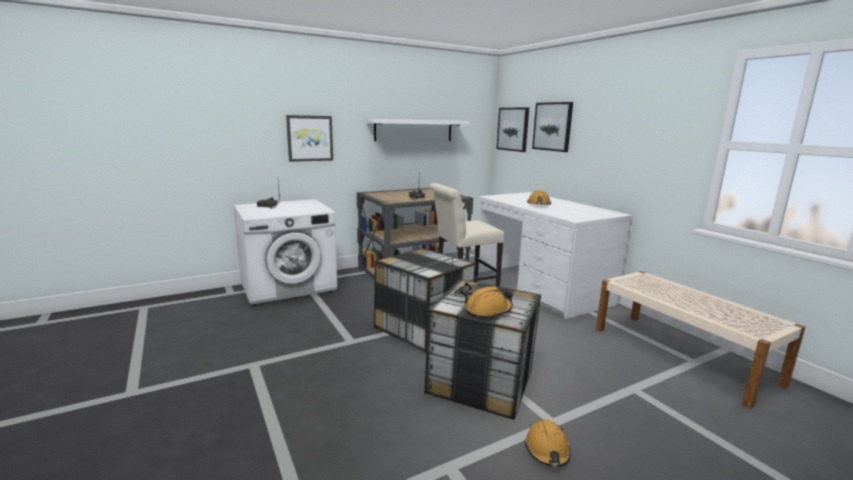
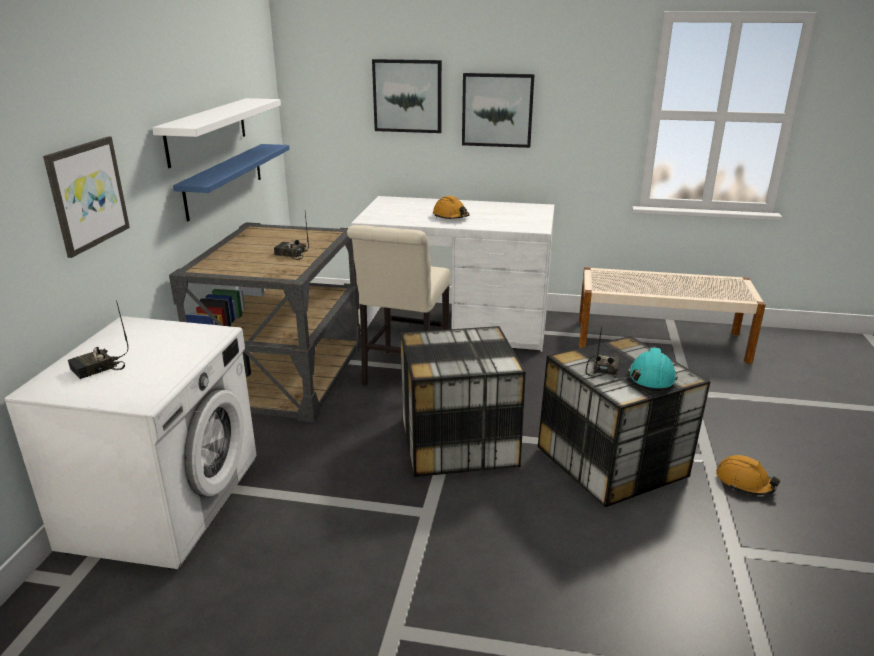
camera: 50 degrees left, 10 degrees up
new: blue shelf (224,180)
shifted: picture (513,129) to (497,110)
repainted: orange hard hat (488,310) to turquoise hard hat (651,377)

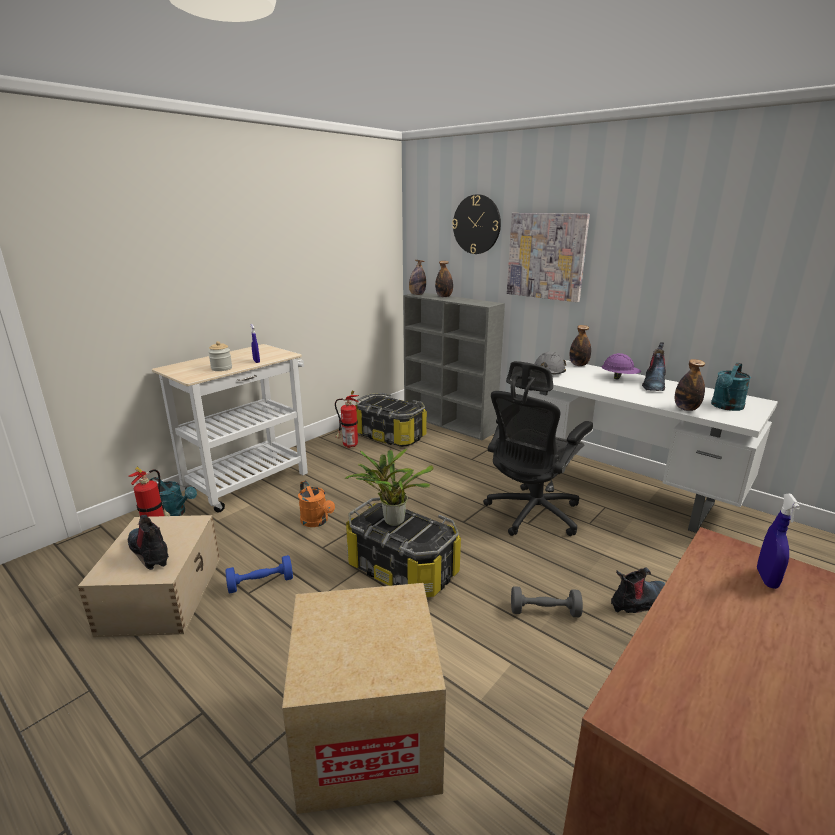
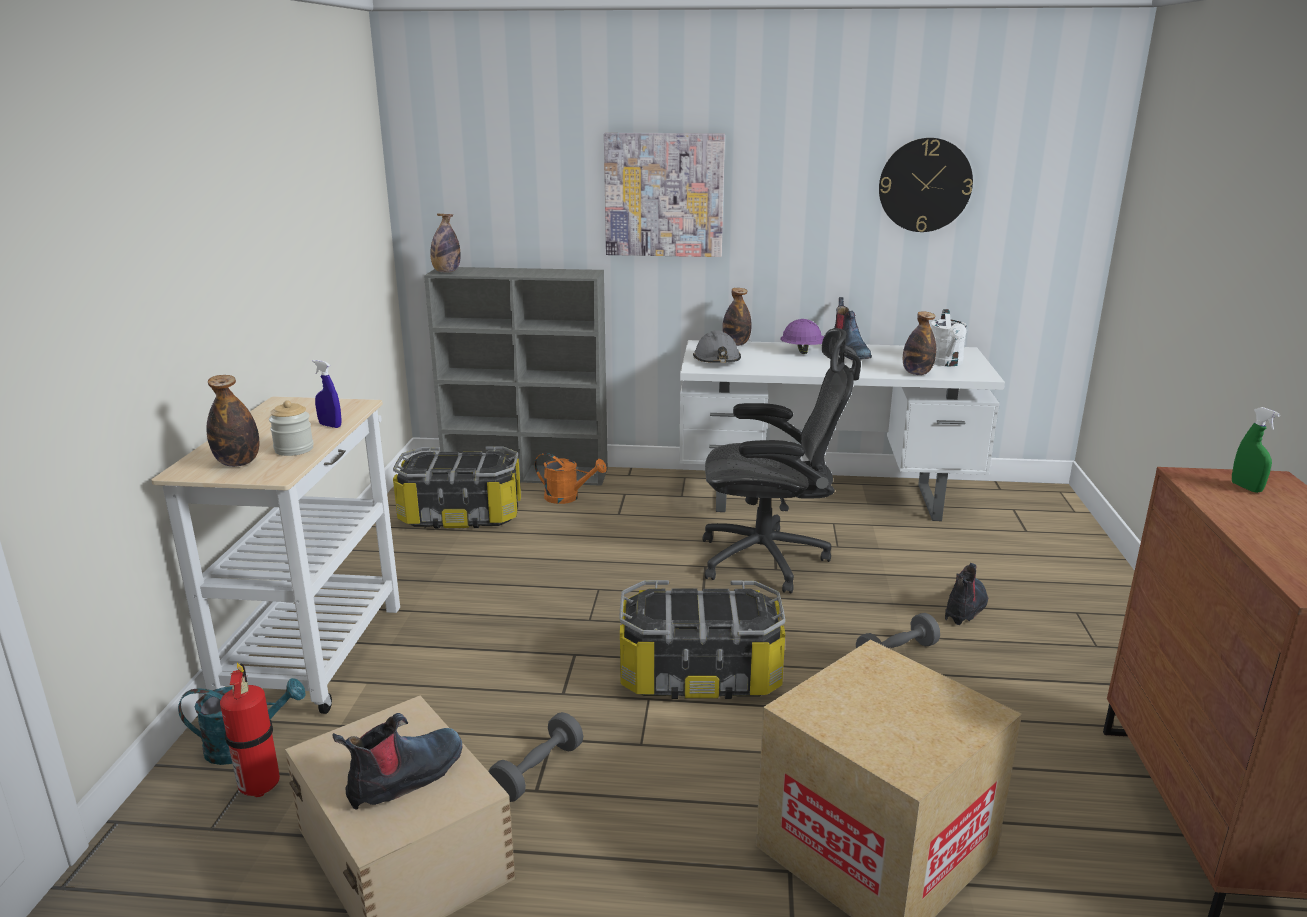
camera: 35 degrees left, 0 degrees up
gone: fire extinguisher (348,445); potted plant (391,520)
shifted: orange watering can (317,522) to (568,497); bottle (444,296) to (238,463); wall clock (476,224) to (925,185)
repainted: blue dumbbell (261,583) to grey dumbbell (538,771); turquoise watering can (726,407) to white watering can (946,363); blue spray bottle (766,578) to green spray bottle (1246,488)
rotated: boot (150,552) = (406,778) 120 degrees clockwise; office chair (531,516) = (769,559) 90 degrees counterclockwise

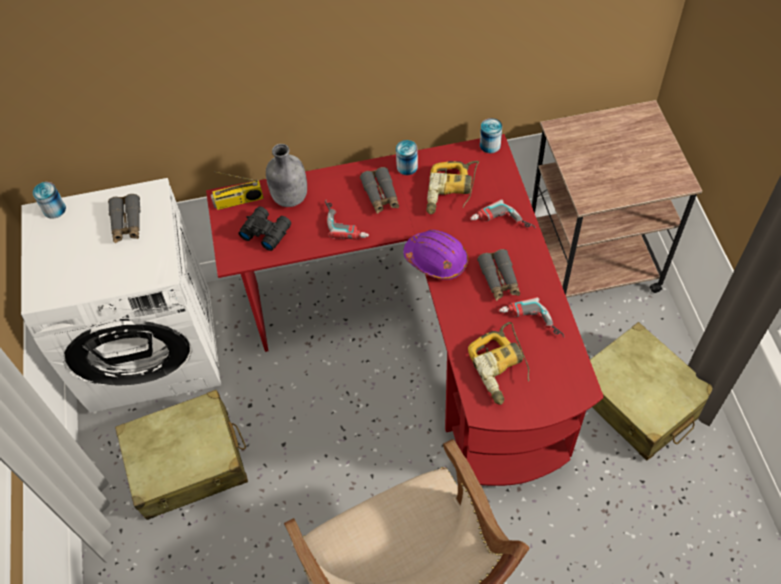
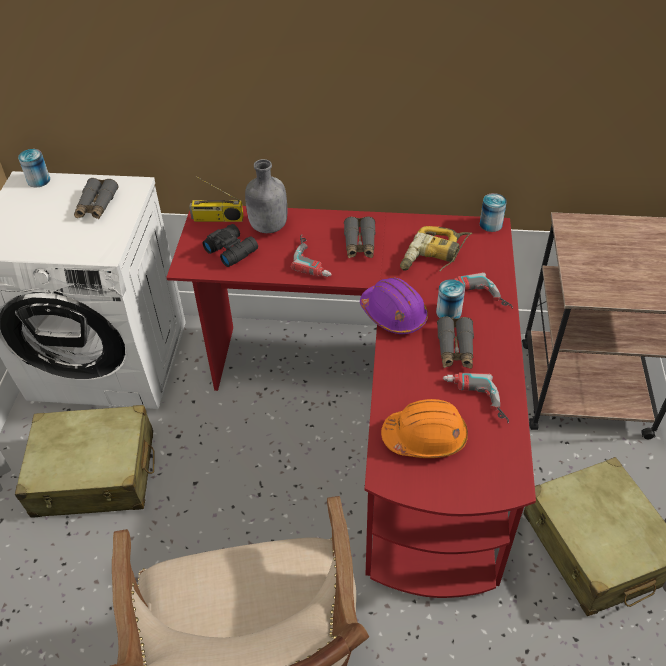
camera: 15 degrees right, 10 degrees down
shifted: can (407,167) to (448,312)
swapped: power drill (501,368) to orange hard hat (425,437)

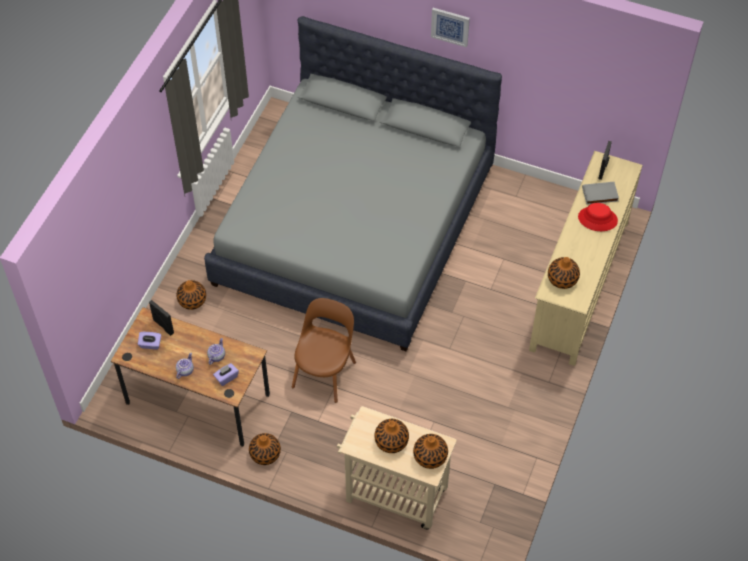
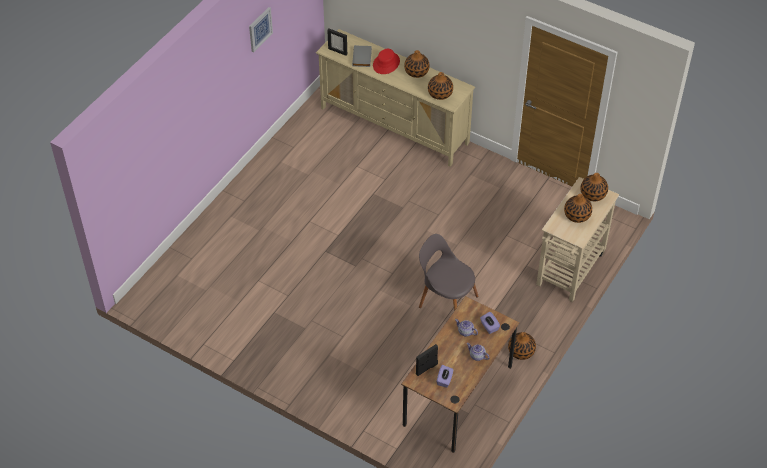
camera: 80 degrees left, 5 degrees down
gone: grey bed (354,225)
shifted: vase (192,300) to (416,72); picture (450,26) to (260,29)
repainted: brown chair (325,372) to grey chair (446,300)

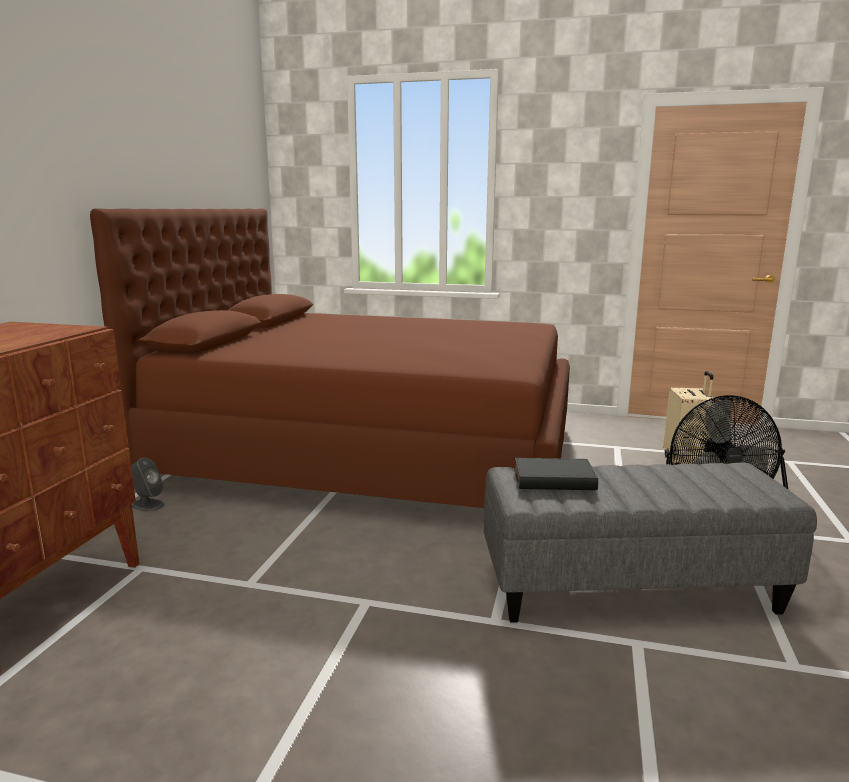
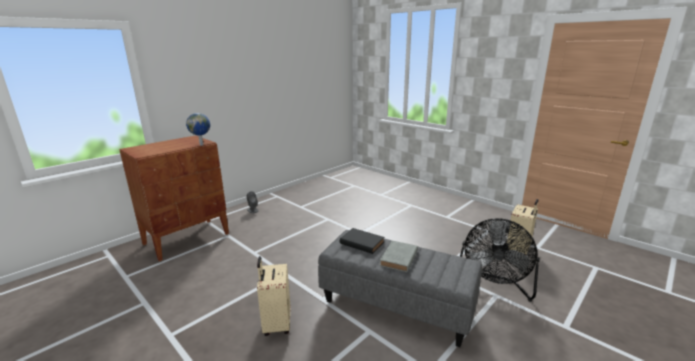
camera: 30 degrees right, 5 degrees up
gone: brown bed (372,452)
new: globe (202,145); beige suitcase (276,324); grey book (398,259)

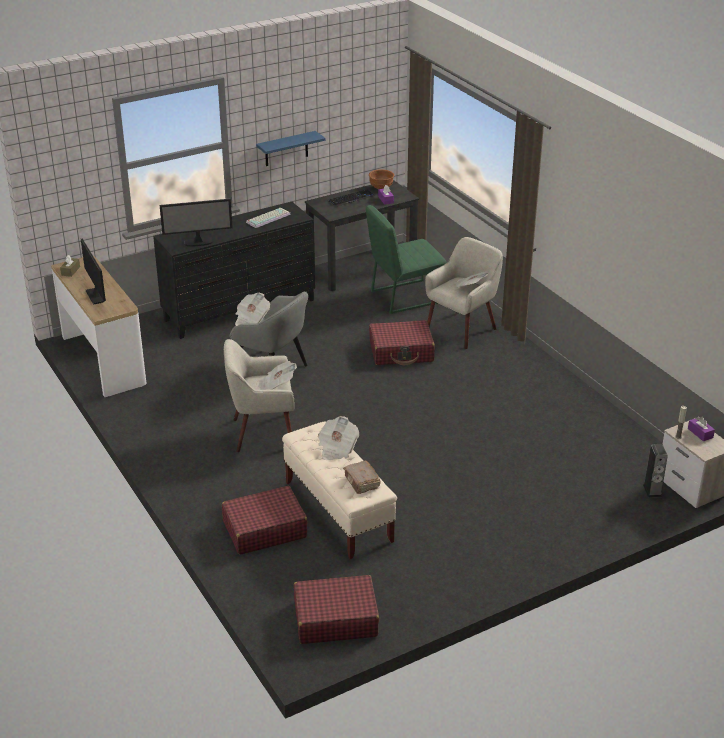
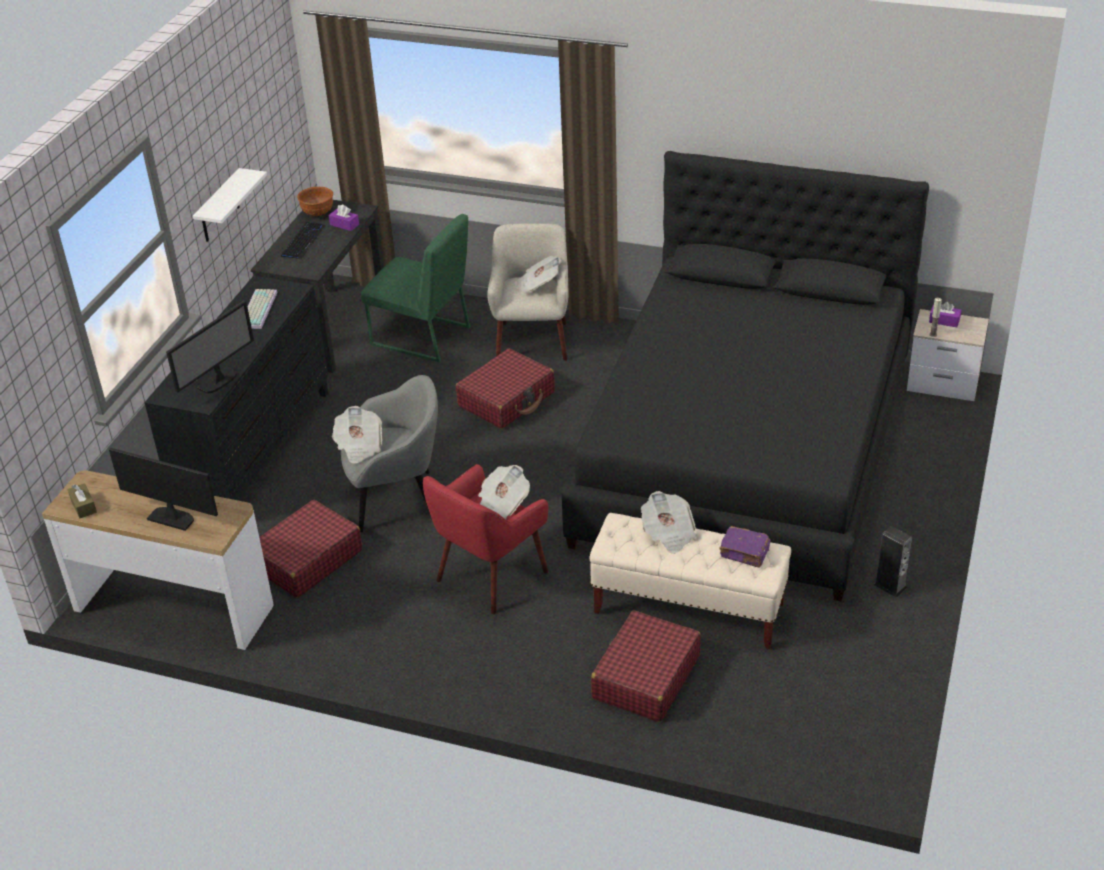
camera: 40 degrees left, 5 degrees up
new: black bed (746,450)
shifted: red suitcase (335,619) to (307,560); speaker (652,490) to (890,586)
repainted: beige armchair (262,433) to red armchair (490,575); blue shelf (286,149) to white shelf (219,207); brown book (362,482) to purple book (745,553)
rotated: green chair (404,297) = (423,337) 90 degrees counterclockwise

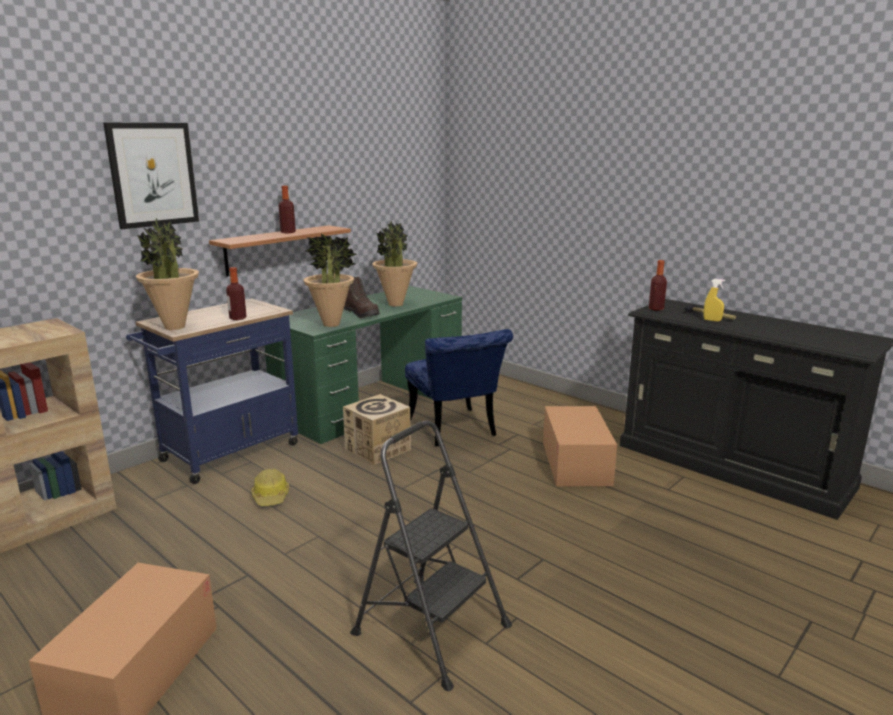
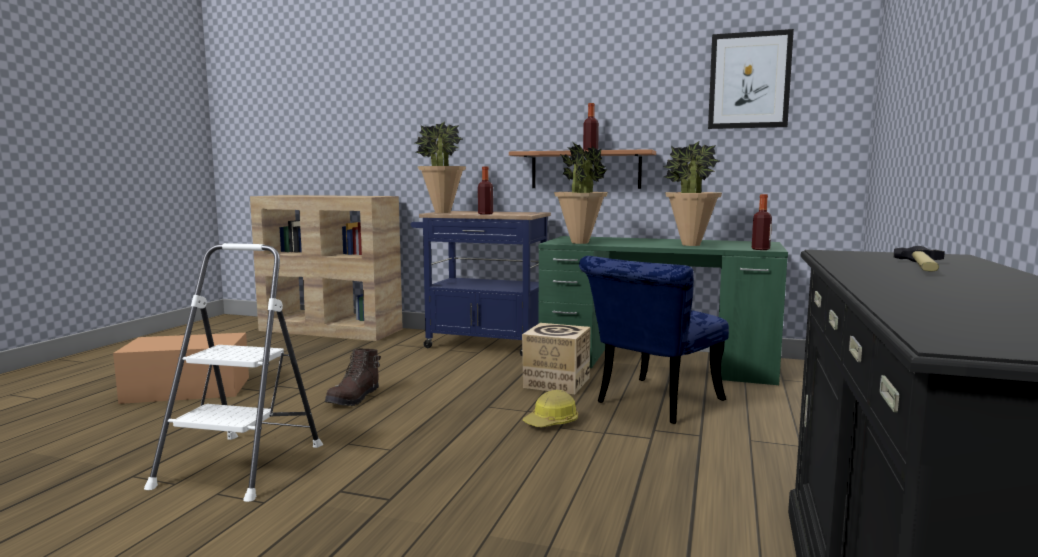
camera: 65 degrees right, 10 degrees down
gone: cardboard box (575,463); yellow spray bottle (712,320)
shifted: picture (153,175) to (749,80); hard hat (271,496) to (552,422); brown boot (361,314) to (354,398); bottle (656,309) to (760,249)
repainted: black step ladder (428,626) to white step ladder (244,462)

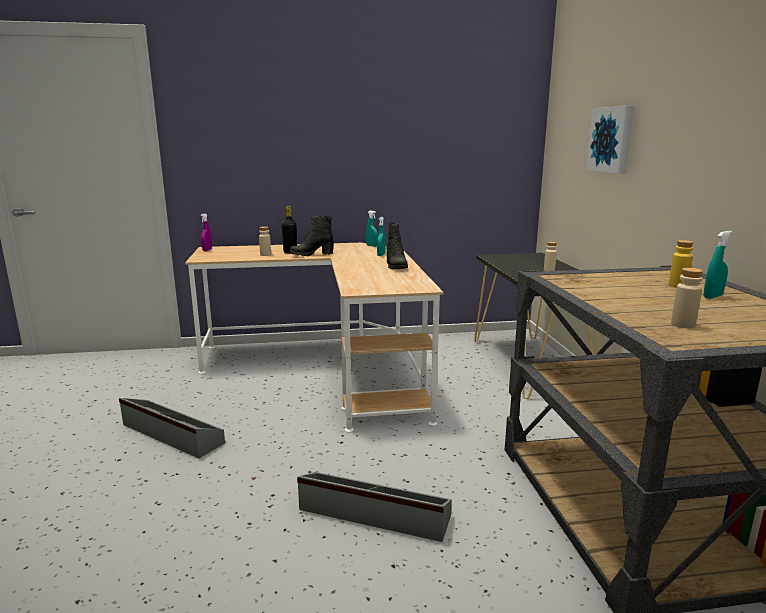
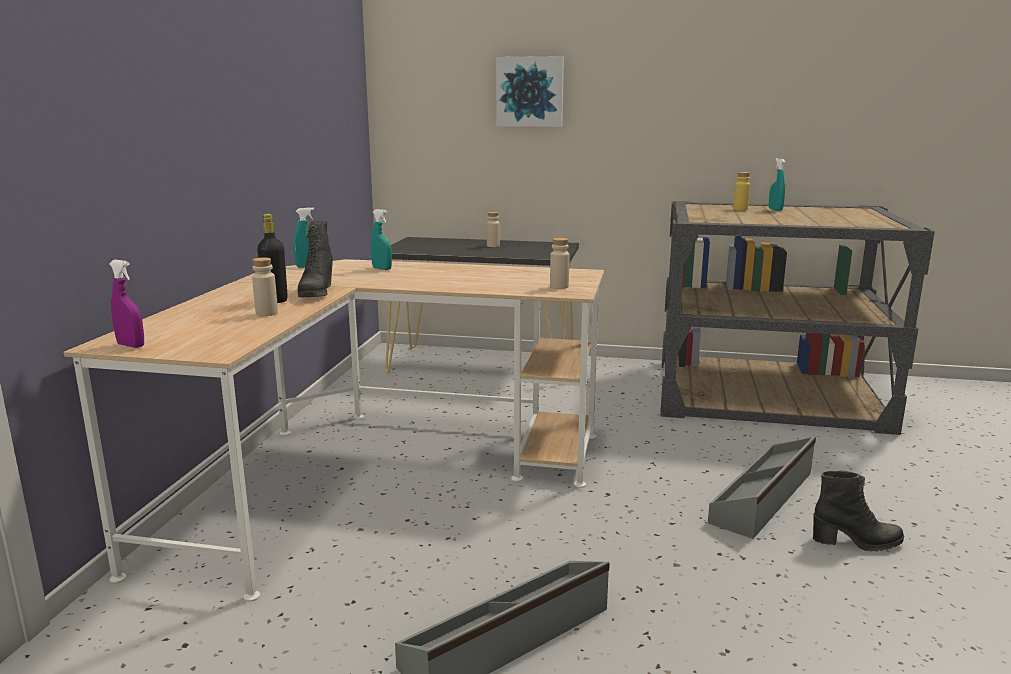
camera: 70 degrees left, 0 degrees up
shifted: black boot (395,266) to (856,542); beige bottle (683,324) to (559,287)

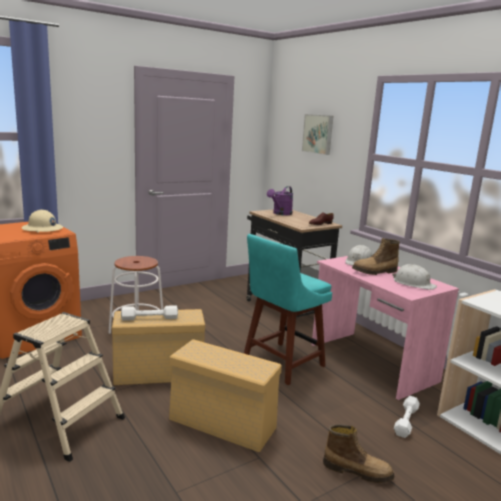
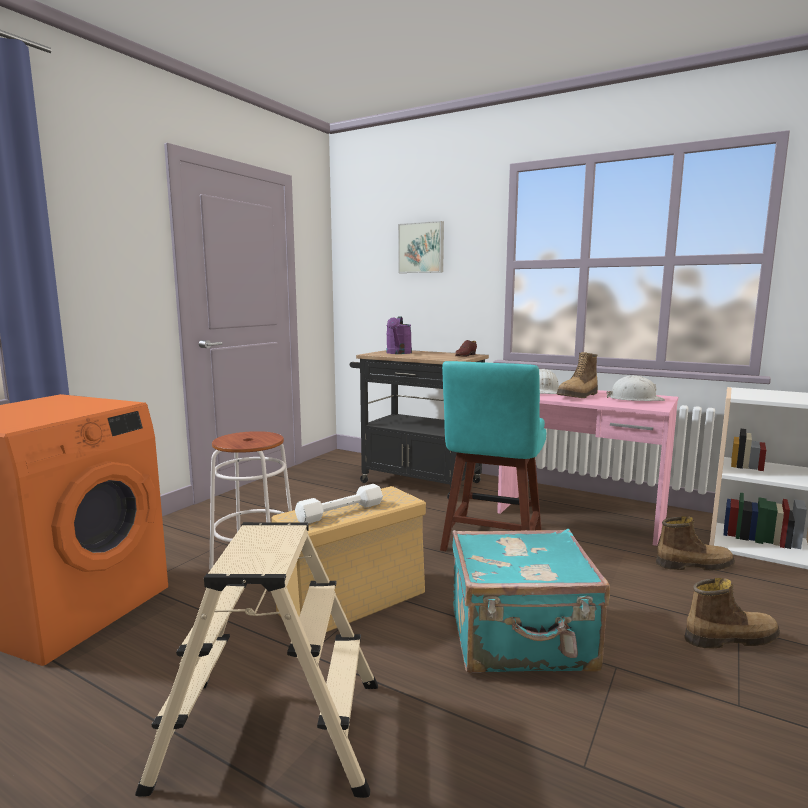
camera: 25 degrees left, 5 degrees down
gone: beige hard hat (42,229)
swapped: beige storage box (224,424) to turquoise suitcase (521,640); white dumbbell (406,421) to boot (693,565)

